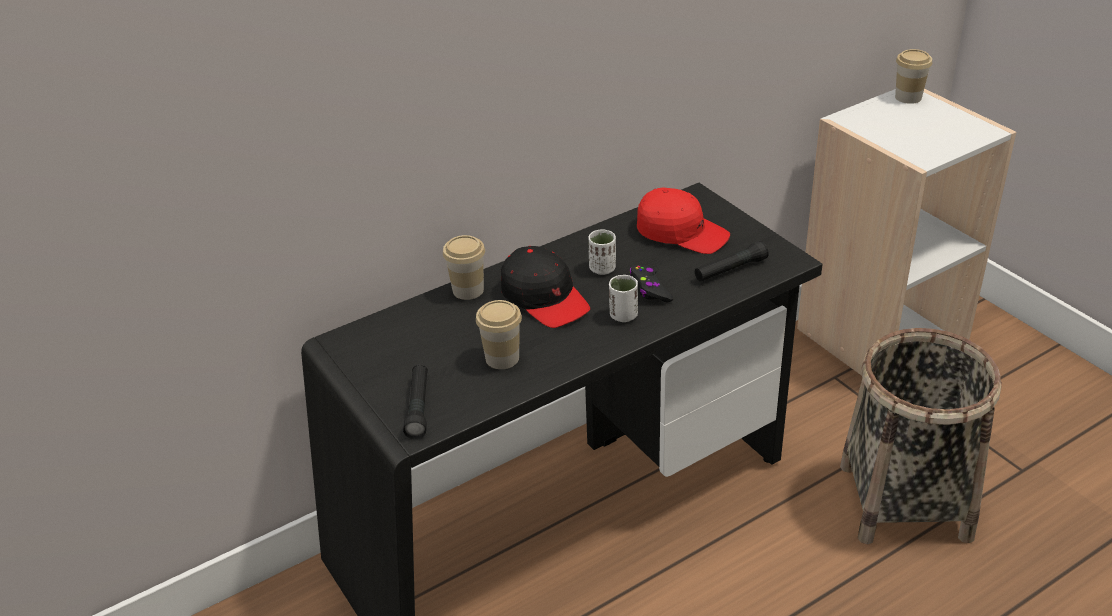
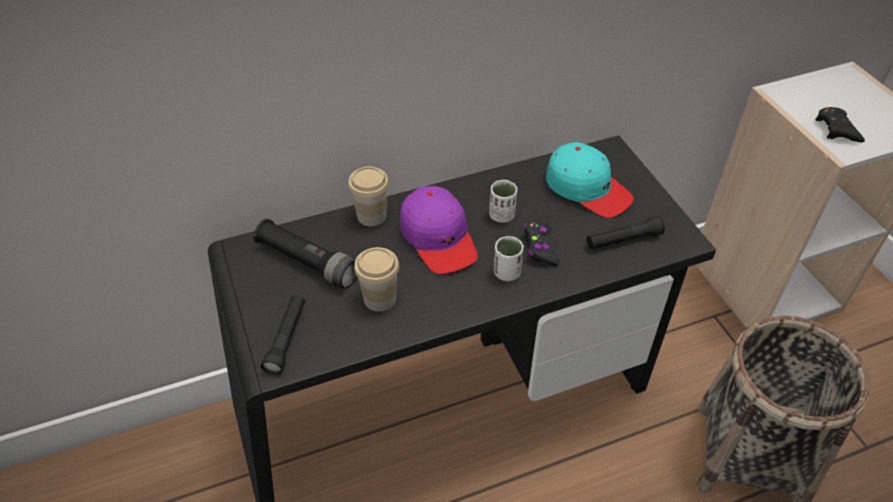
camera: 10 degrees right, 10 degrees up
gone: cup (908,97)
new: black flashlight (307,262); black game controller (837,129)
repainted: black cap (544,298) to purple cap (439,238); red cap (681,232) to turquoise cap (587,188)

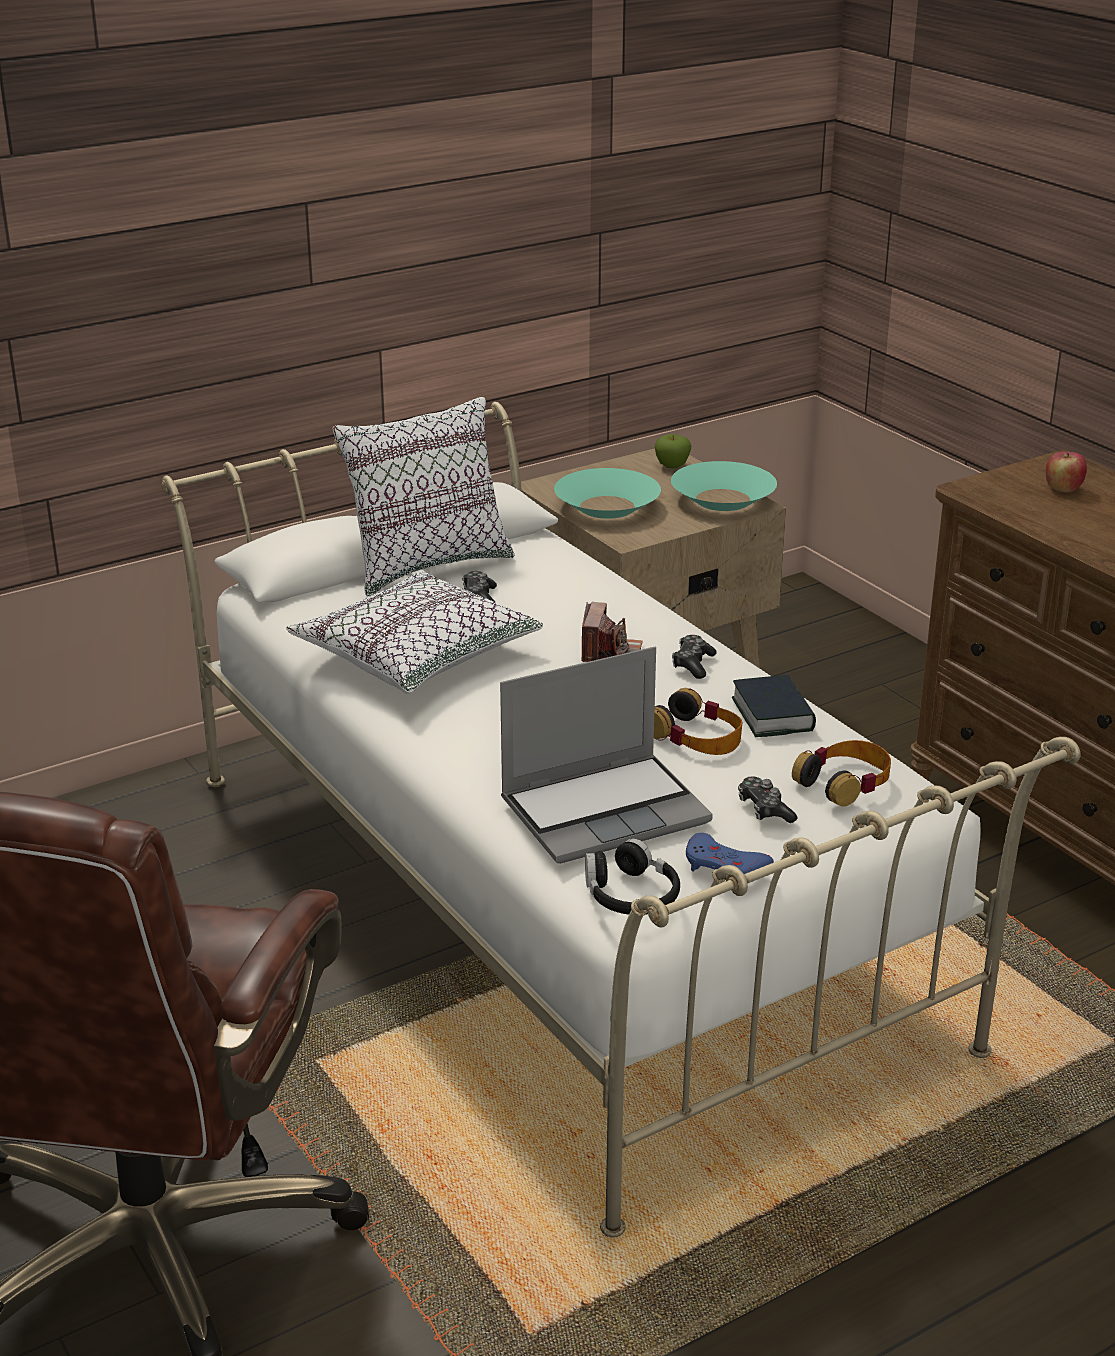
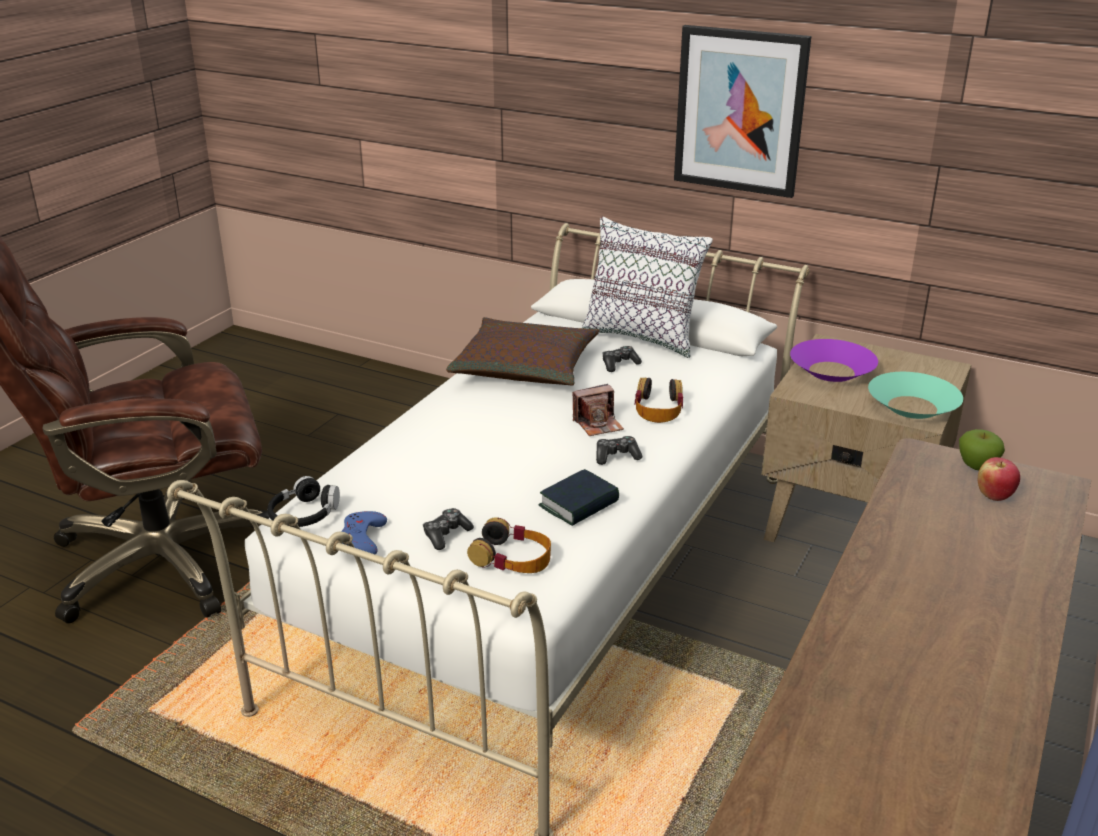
camera: 60 degrees right, 0 degrees up
gone: laptop (606,810)
new: picture (740,111)
shifted: apple (672,466) to (977,467); headphones (696,736) to (658,408)
repainted: white pillow (416,654) to brown pillow (525,368); turquoise bowl (606,507) to purple bowl (831,371)

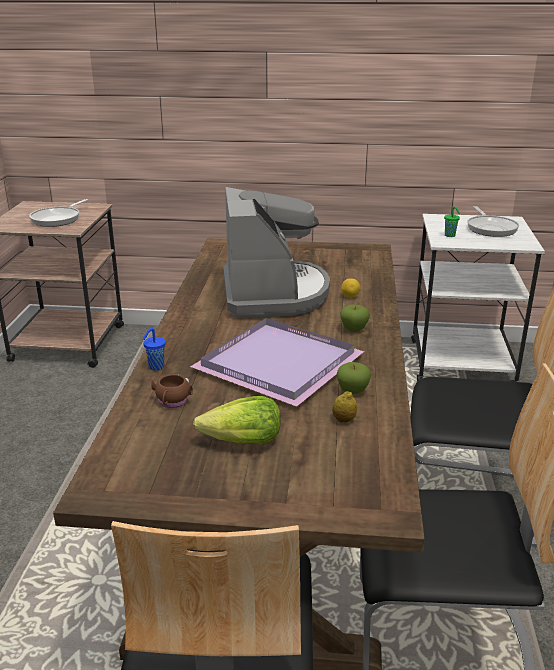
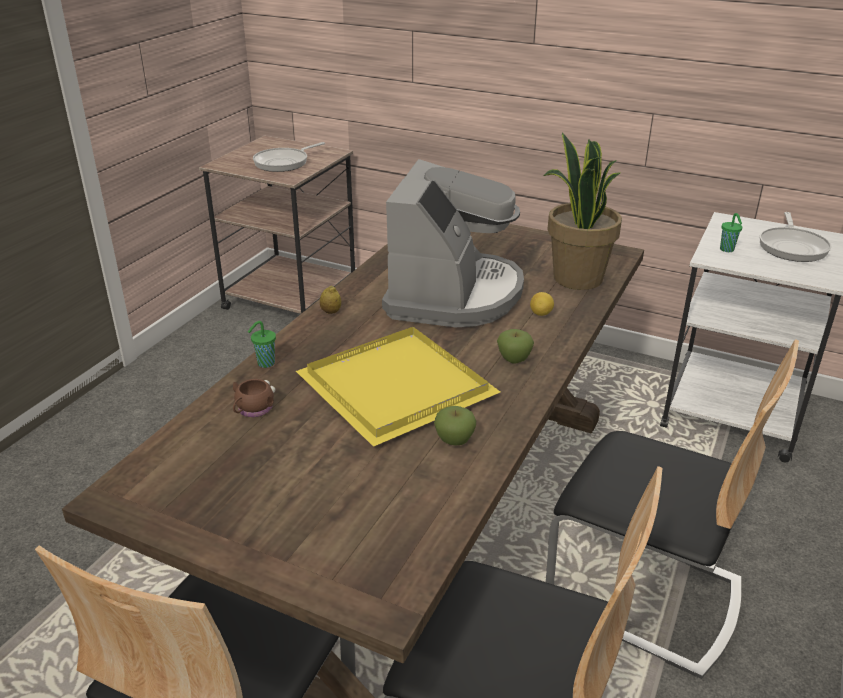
camera: 20 degrees right, 5 degrees up
gone: lettuce (242,442)
new: potted plant (576,278)
shifted: lemon (344,420) to (331,312)
repainted: blue cup (155,367) to green cup (265,363); purple tray (278,362) to yellow tray (397,385)

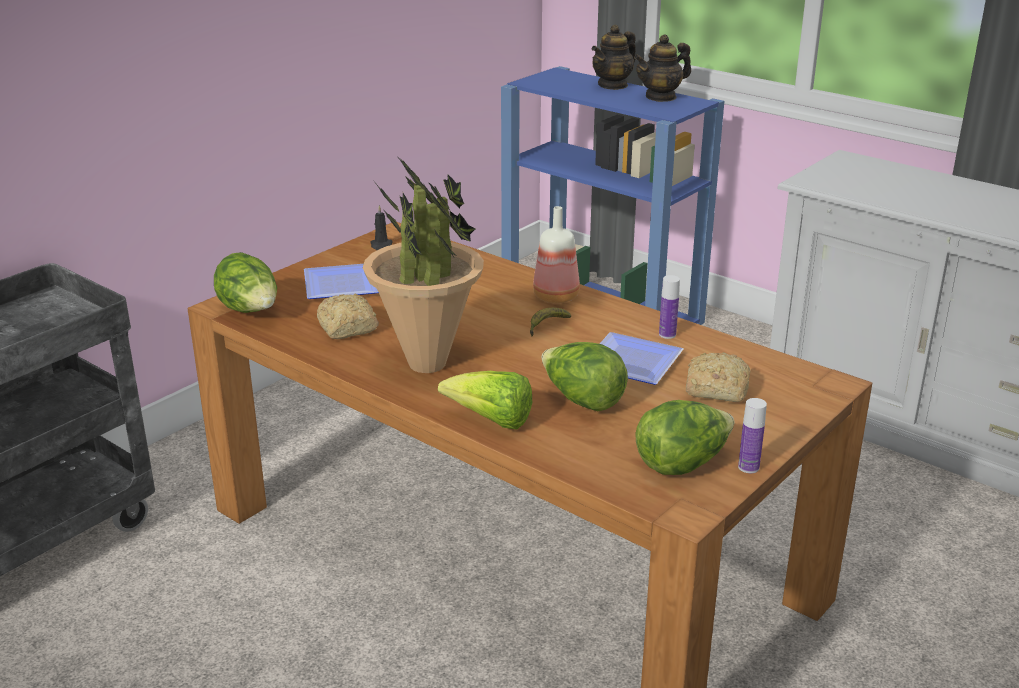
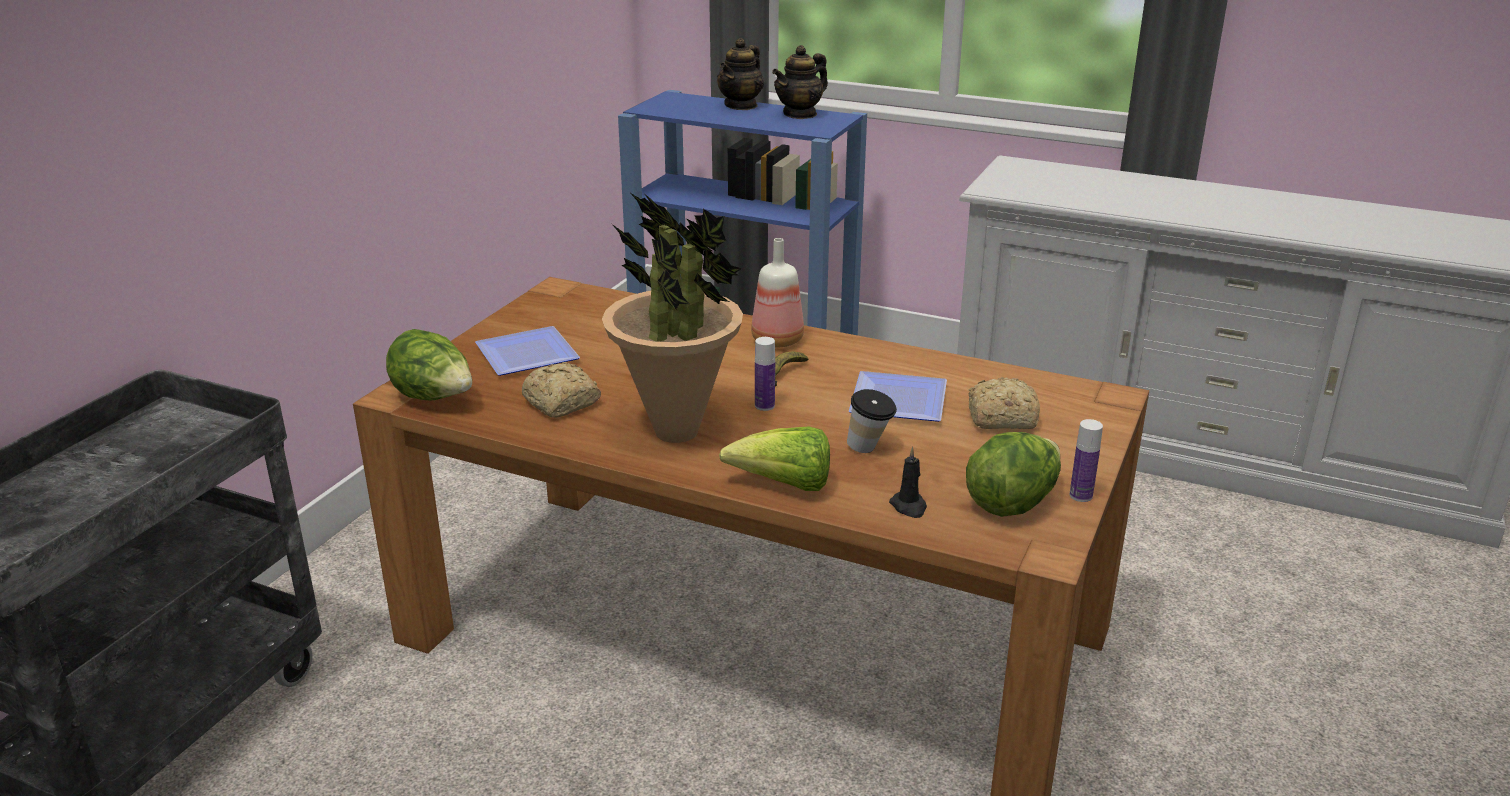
camera: 15 degrees left, 0 degrees up
shifted: black candle (381,246) to (909,507); bottle (667,334) to (764,406)
swapped: lettuce (582,400) to cup (869,449)

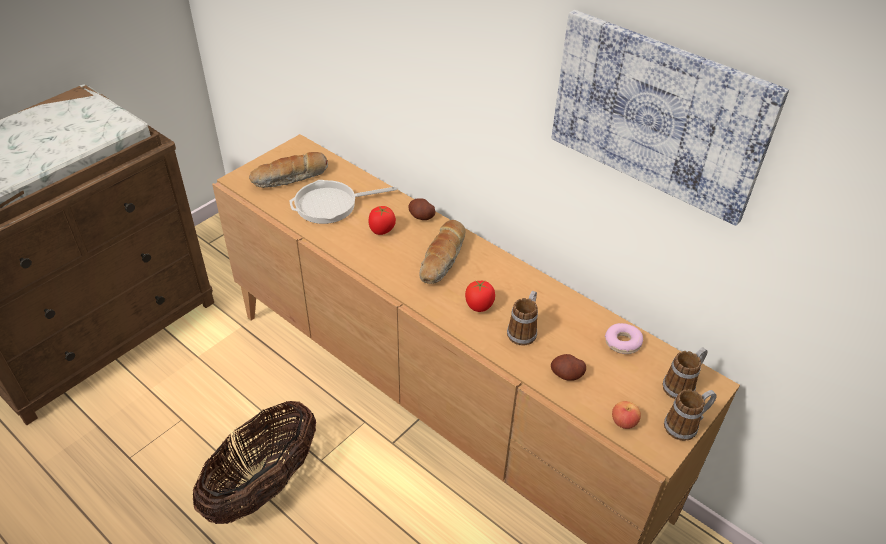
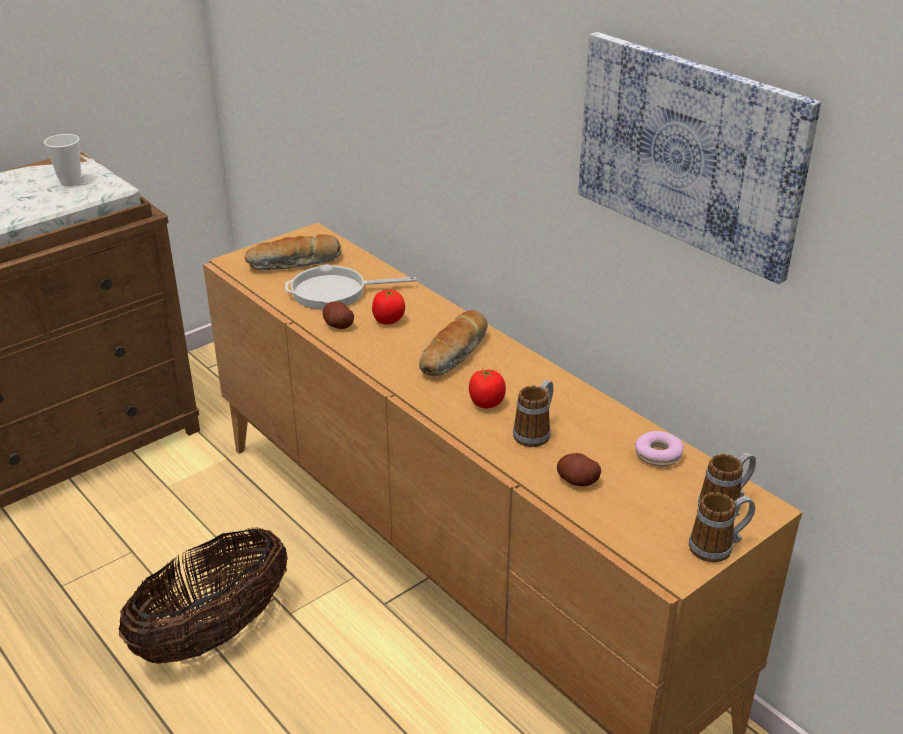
camera: 10 degrees right, 10 degrees down
gone: apple (623,422)
new: cup (70,182)
shifted: potato (421,216) to (338,325)

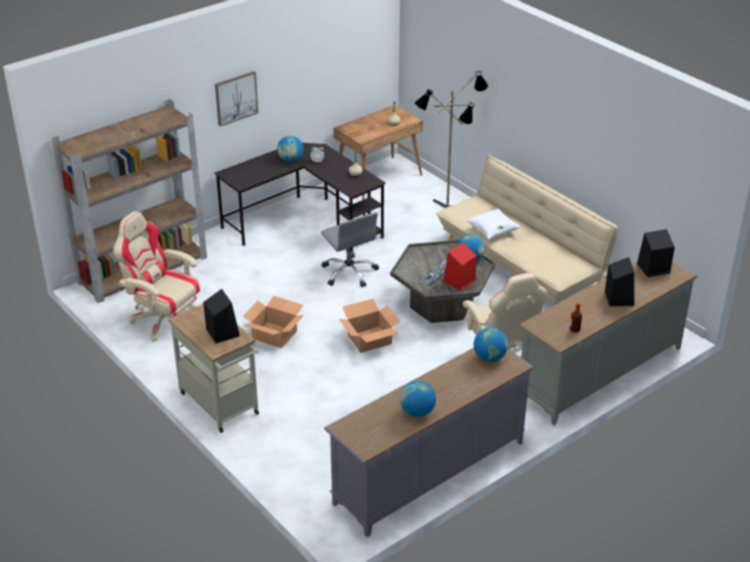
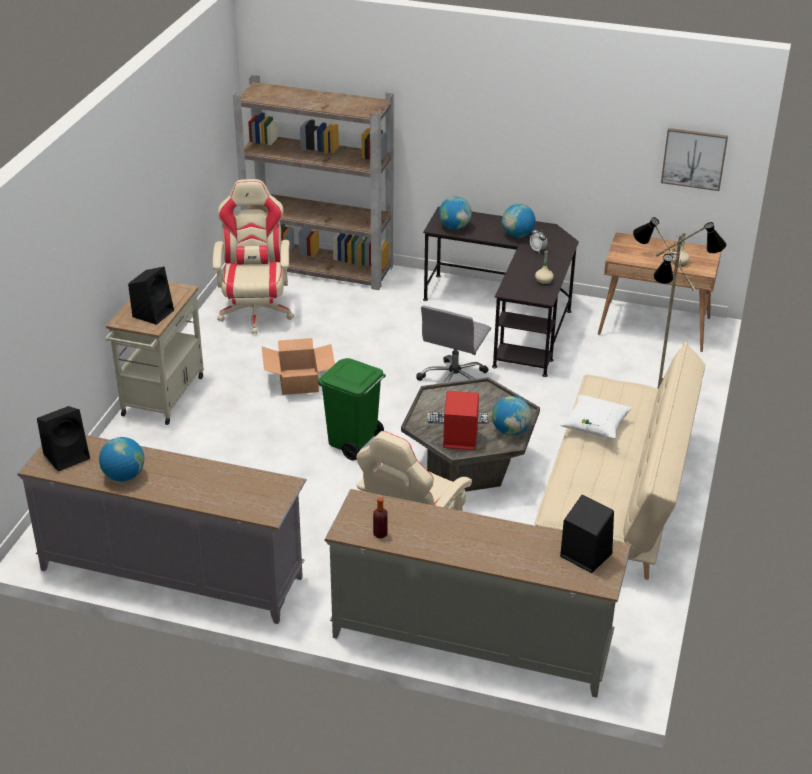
camera: 55 degrees right, 0 degrees up
shifted: picture (236,98) to (694,158); globe (489,357) to (455,227); black speaker (618,298) to (67,455)
swapped: cardboard box (370,340) to green trash can (353,443)

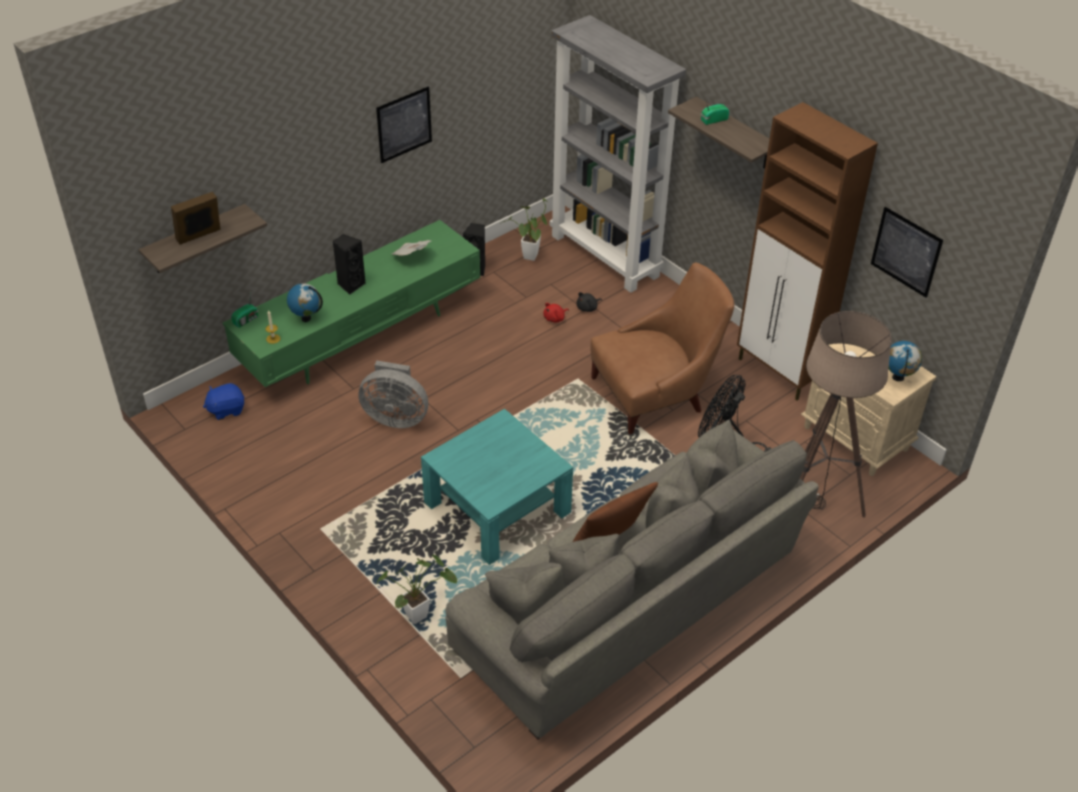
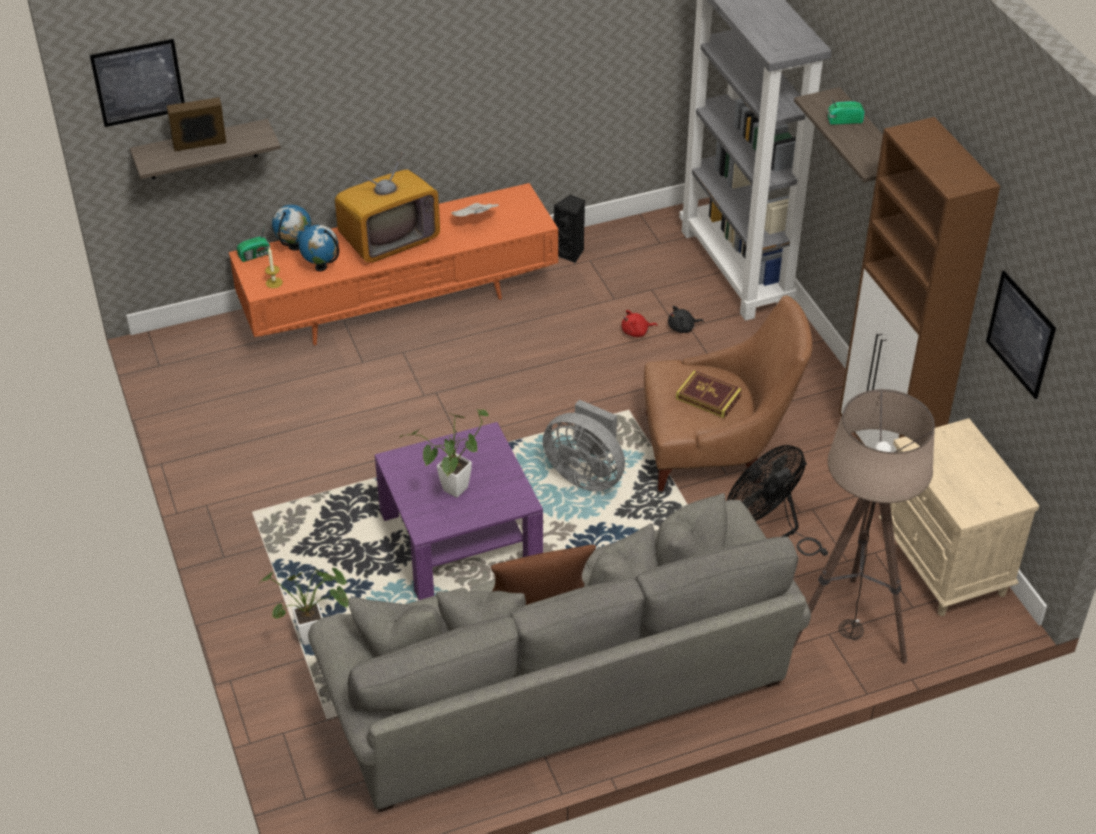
camera: 20 degrees right, 0 degrees up
gone: blue plush toy (226,409)
new: book (708,397)
shifted: grey fan (395,417) to (586,475); picture (404,124) to (138,82); potted plant (529,258) to (451,492); globe (898,378) to (294,247)
swapped: black speaker (350,285) to television (389,239)
repainted: green tv stand (360,335) to orange tv stand (399,302); turquoise coffee table (497,507) to purple coffee table (460,538)

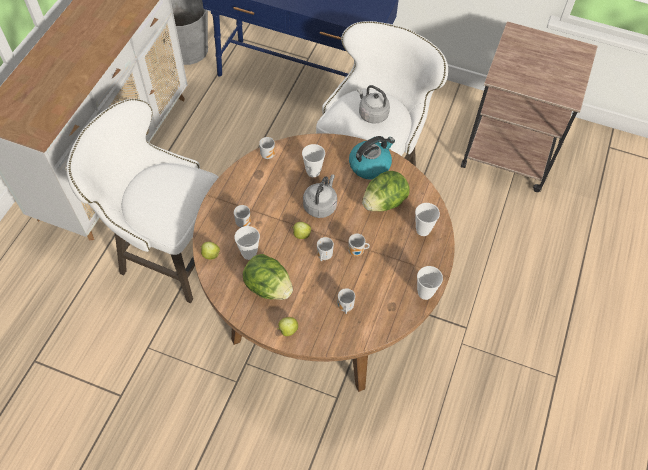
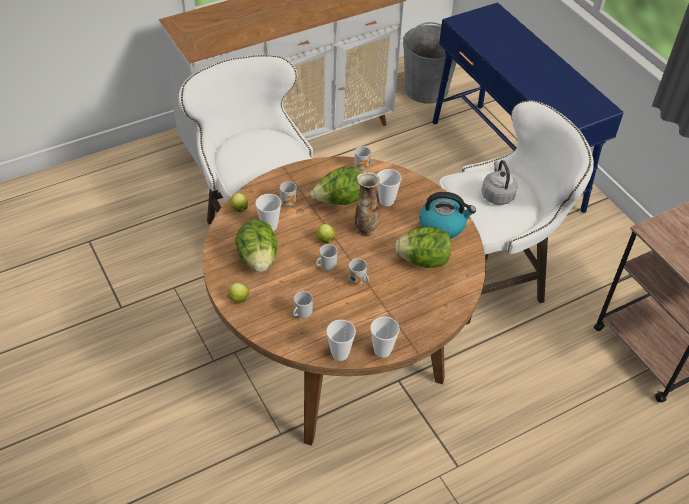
camera: 40 degrees right, 10 degrees down
new: lettuce (339,201)
shifted: cup (423,230) to (340,354)
swapped: grey kettle (320,205) to vase (365,229)

